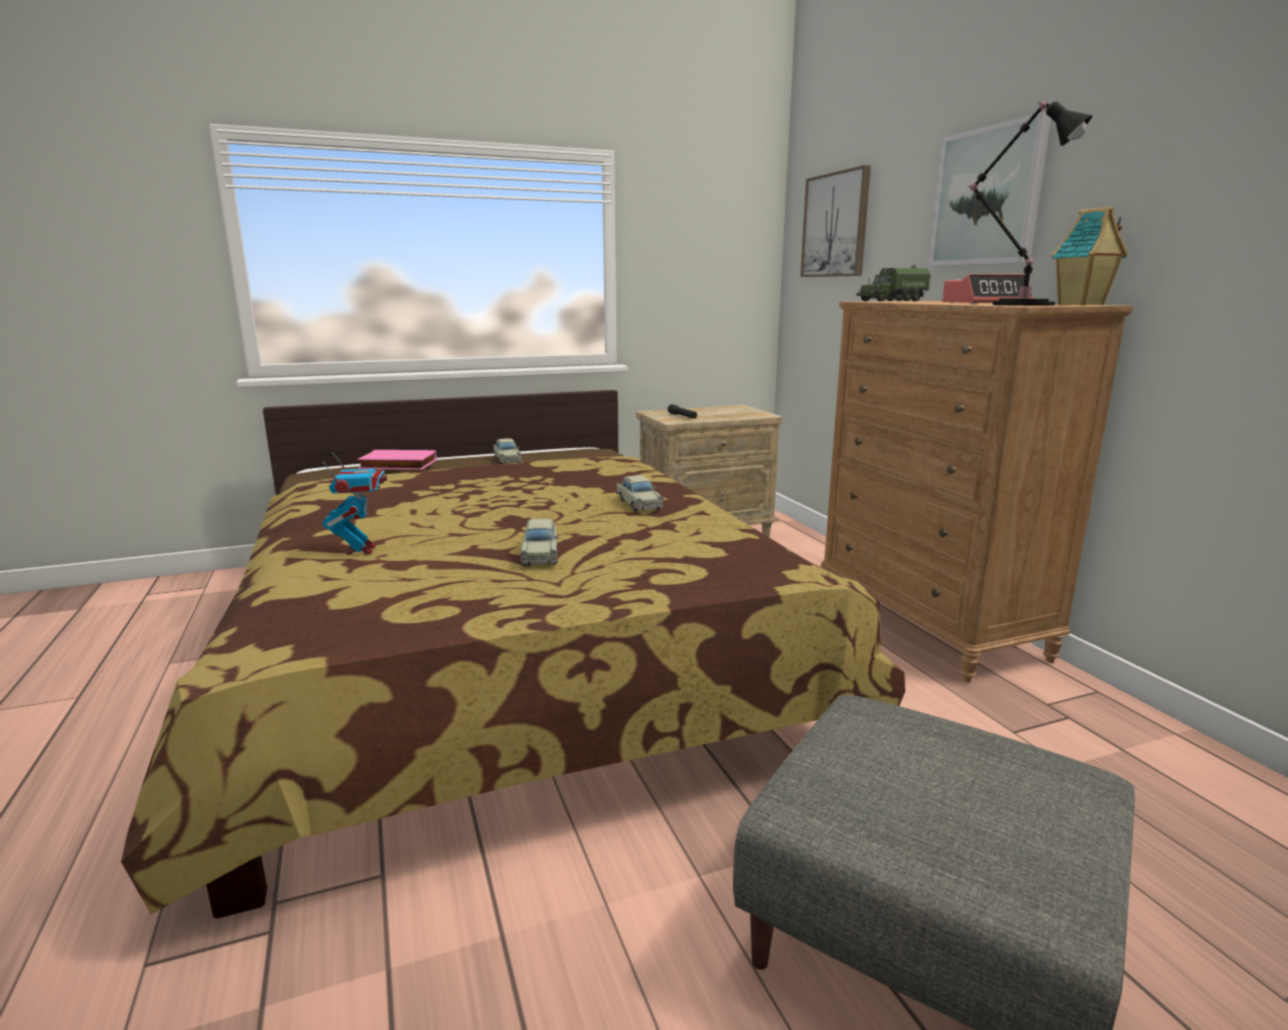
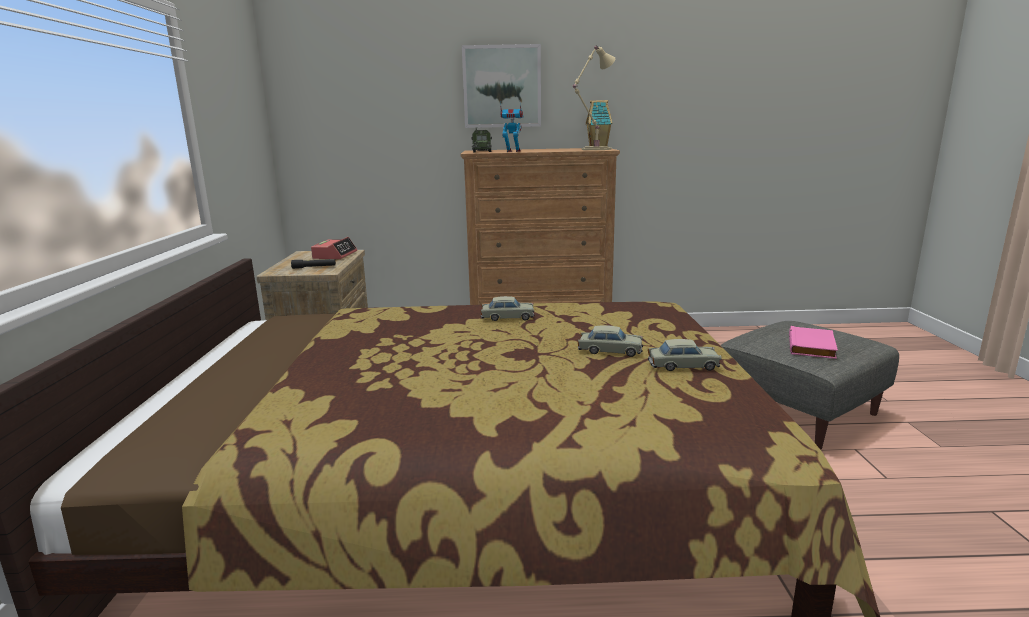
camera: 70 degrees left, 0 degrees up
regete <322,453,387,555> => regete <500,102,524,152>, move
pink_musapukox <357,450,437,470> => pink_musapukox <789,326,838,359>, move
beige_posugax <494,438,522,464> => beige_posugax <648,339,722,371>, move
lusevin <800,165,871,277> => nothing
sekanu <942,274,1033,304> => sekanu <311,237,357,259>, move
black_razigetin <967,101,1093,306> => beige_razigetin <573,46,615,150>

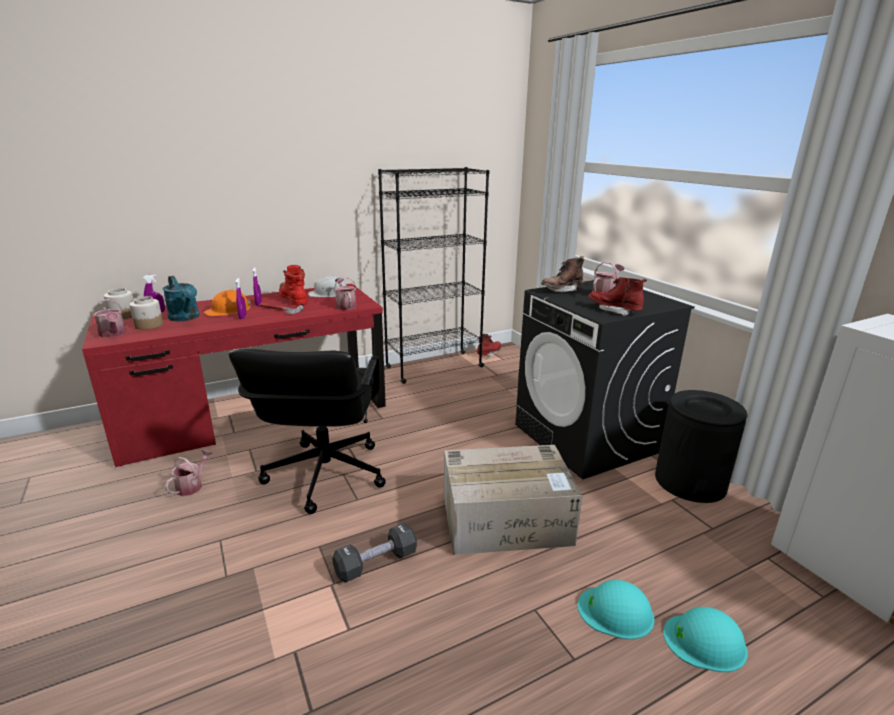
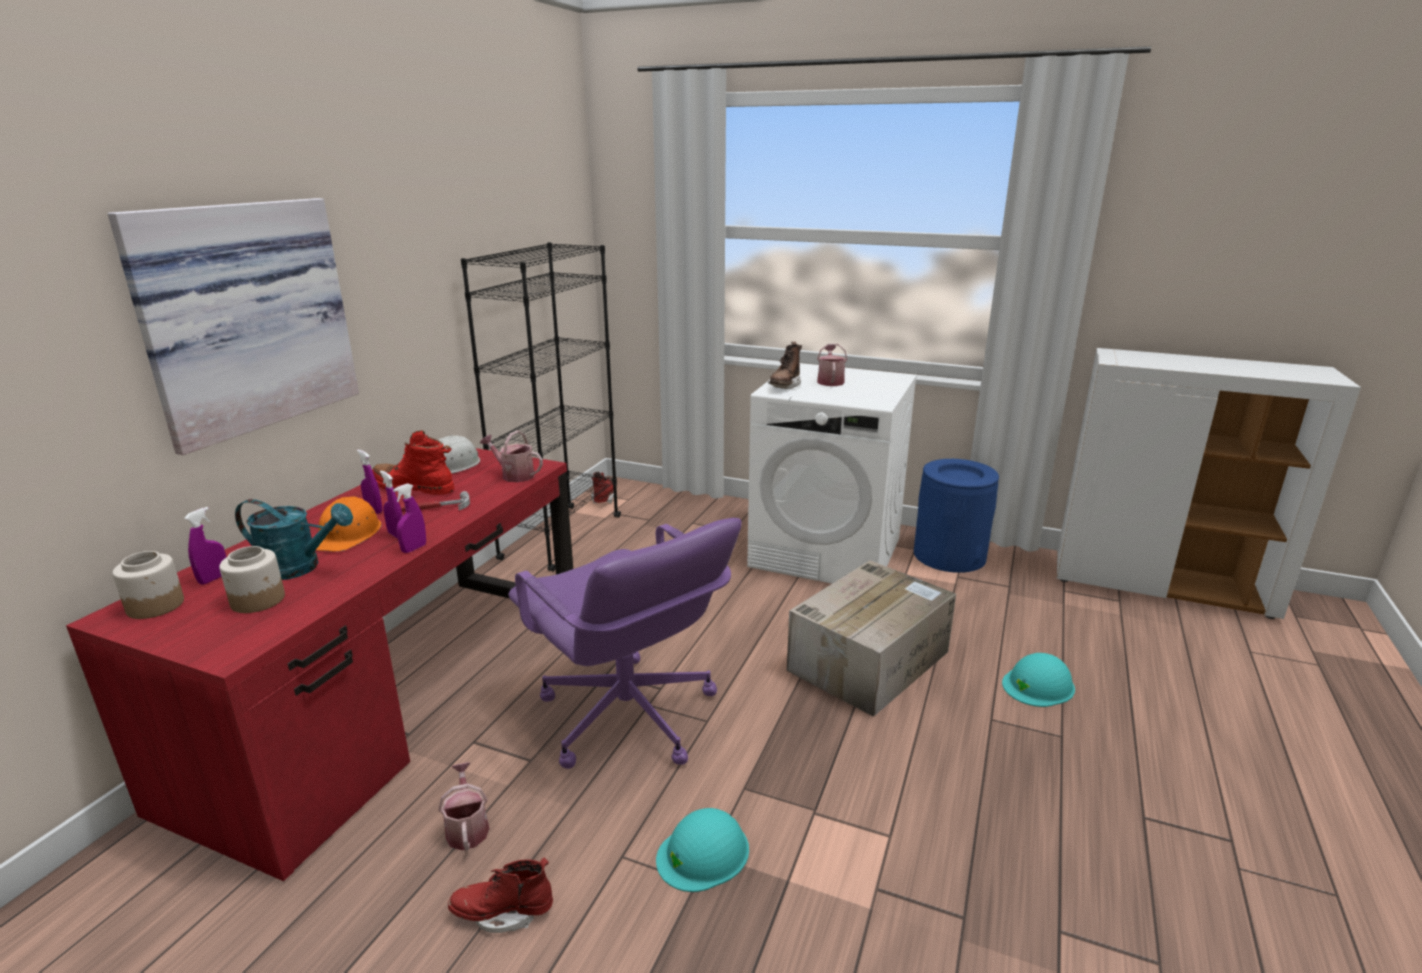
camera: 40 degrees left, 0 degrees up
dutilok <92,299,126,337> => nothing
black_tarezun <229,349,386,514> => purple_tarezun <508,518,742,769>
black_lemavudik <332,523,417,582> => nothing
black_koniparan <515,280,695,479> => white_koniparan <747,363,917,584>
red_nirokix <588,277,647,316> => red_nirokix <448,857,553,933>, move
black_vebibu <655,390,748,503> => blue_vebibu <914,459,999,573>
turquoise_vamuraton <663,607,748,672> => turquoise_vamuraton <656,808,749,892>, move
nothing => lusevin <108,198,359,455>
nothing => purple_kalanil <393,483,426,553>

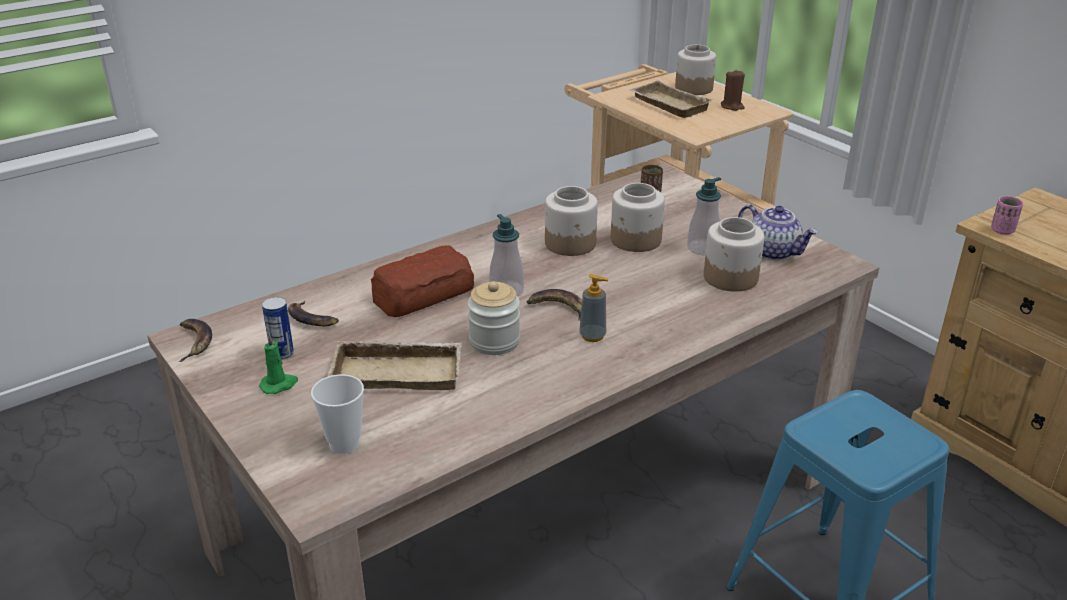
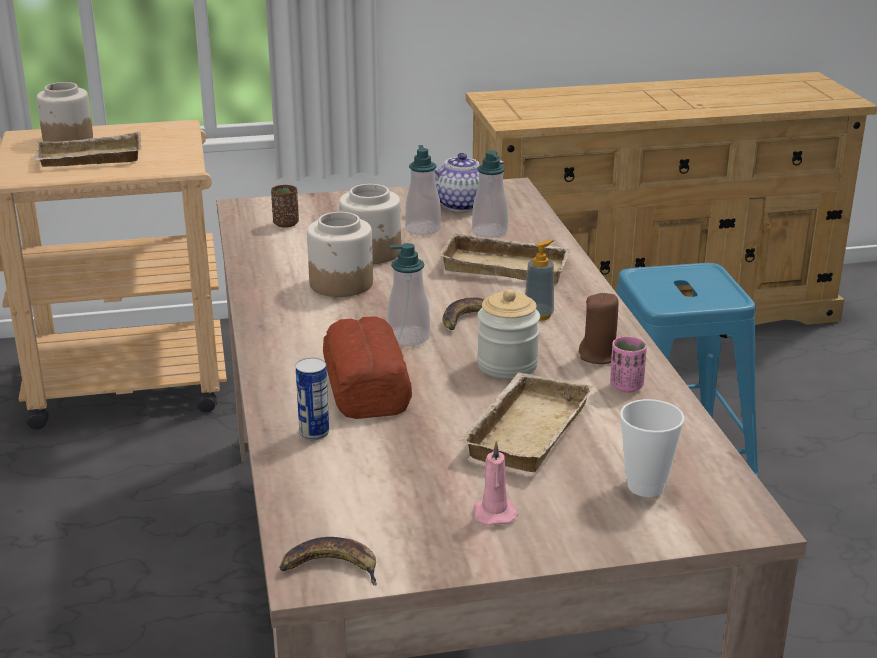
camera: 65 degrees left, 5 degrees down
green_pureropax <259,334,298,394> => pink_pureropax <473,441,518,526>
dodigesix <262,297,294,360> => dodigesix <295,358,329,440>, move
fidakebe <288,300,339,326> => nothing
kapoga <704,217,764,292> => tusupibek <472,151,508,238>
brown_pureropax <721,69,745,111> => brown_pureropax <579,293,619,364>, move
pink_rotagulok <991,196,1023,235> => pink_rotagulok <610,336,647,393>, move
nothing => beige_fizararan <438,233,572,284>

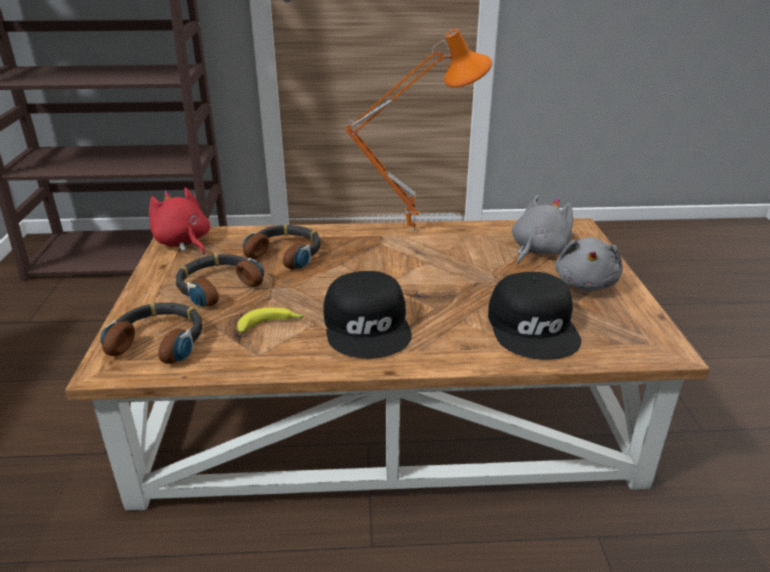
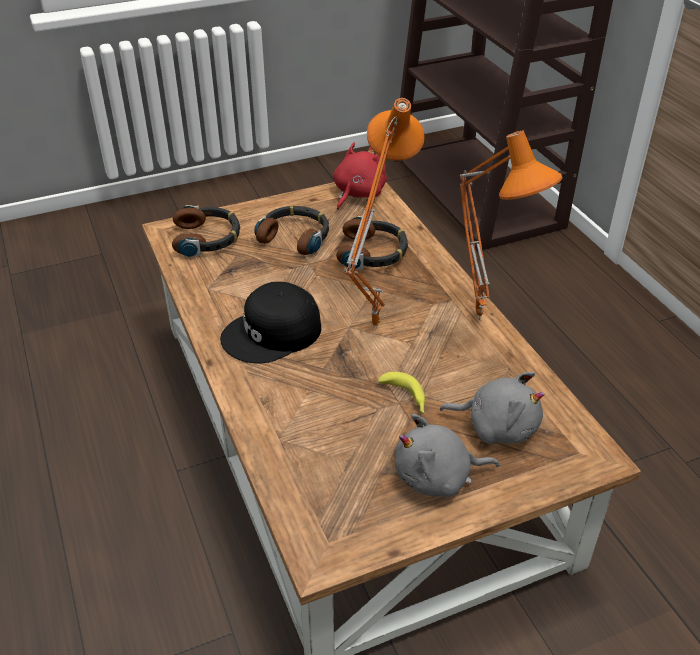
camera: 70 degrees right, 10 degrees up
fidakebe <237,308,304,333> => fidakebe <378,372,425,414>, move
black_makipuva <488,272,581,360> => nothing
nothing => orange_razigetin <344,98,425,331>

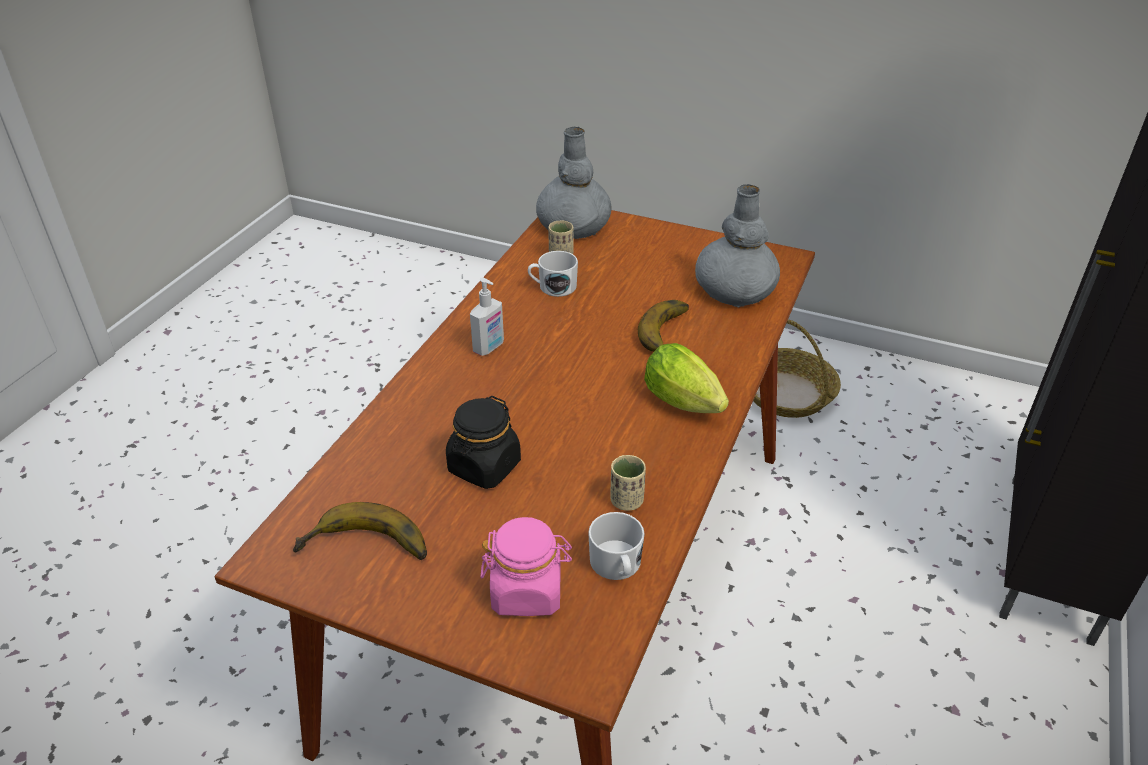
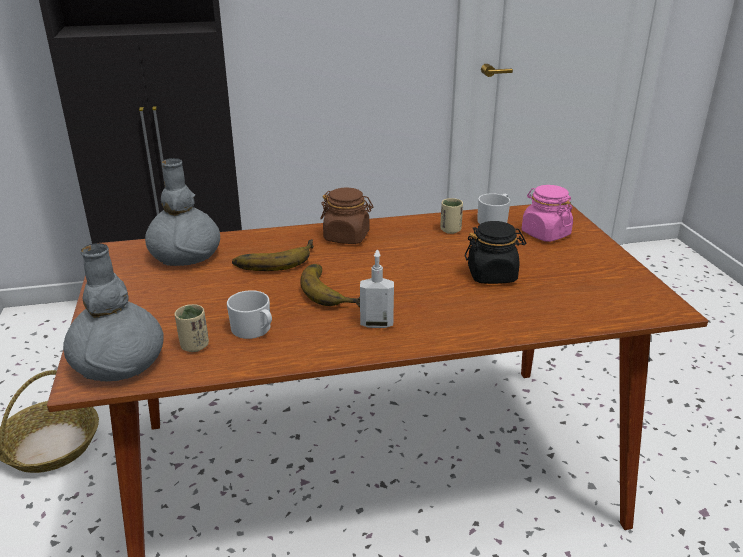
camera: 125 degrees left, 10 degrees down
fidakebe <293,502,427,560> => fidakebe <300,264,360,307>, move
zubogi <644,343,729,413> => brown_kapoga <320,188,373,244>

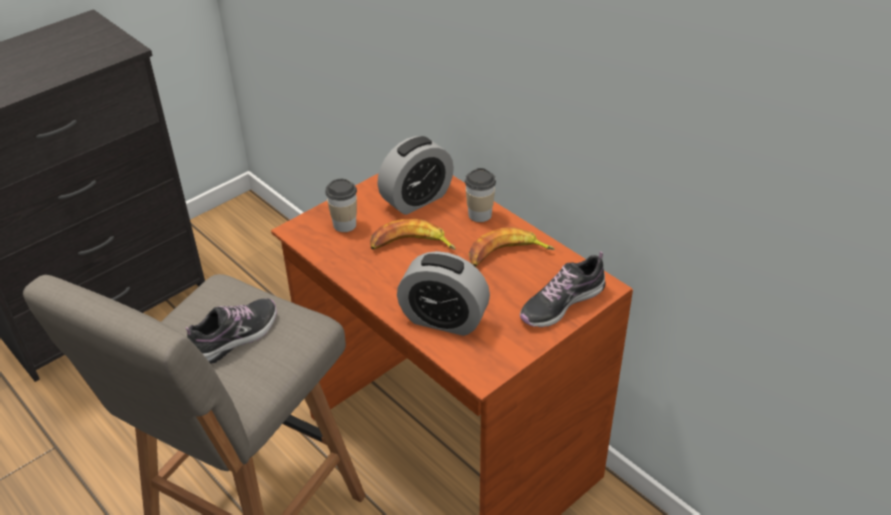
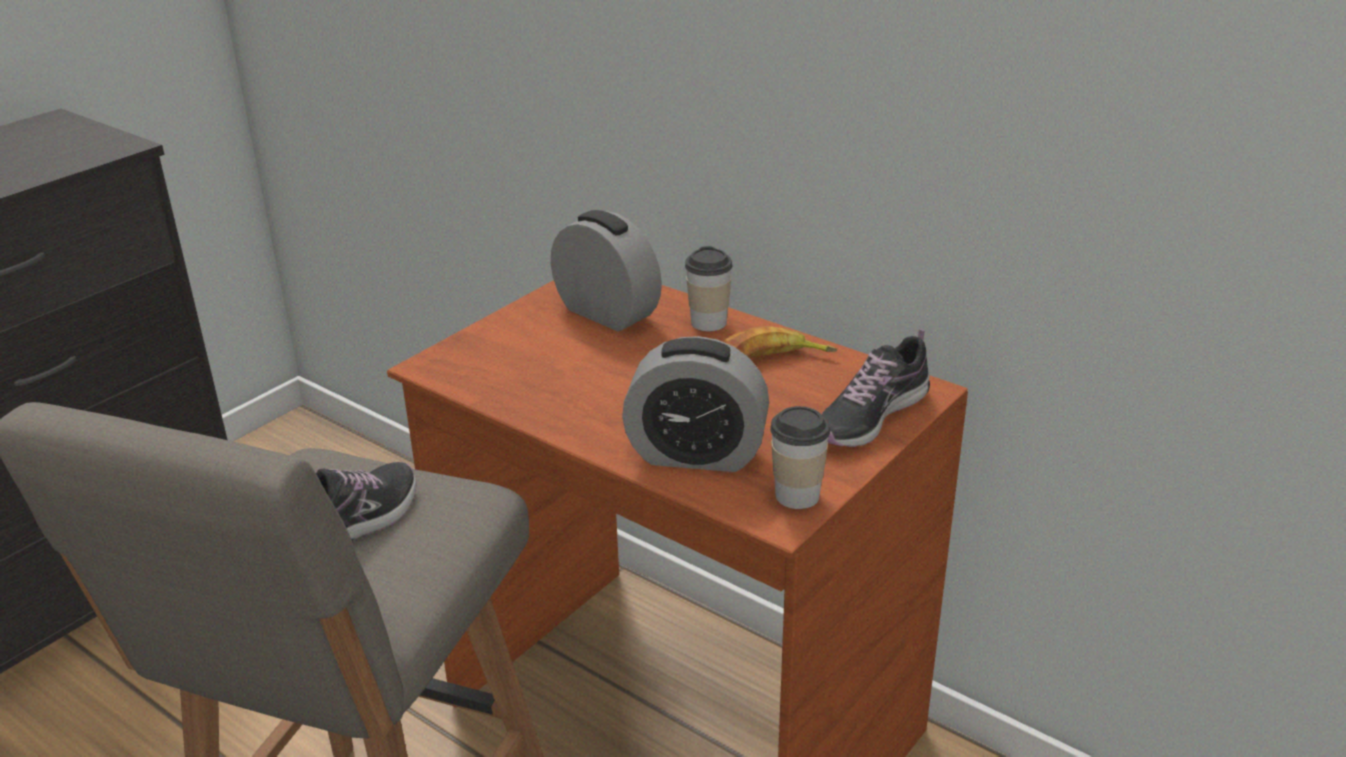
camera: 10 degrees left, 10 degrees down
rotagulok <325,179,357,232> => rotagulok <770,406,830,509>, move
fidakebe <370,219,456,250> => nothing
sekanu <377,136,454,215> => sekanu <551,210,662,331>, 90 degrees counterclockwise

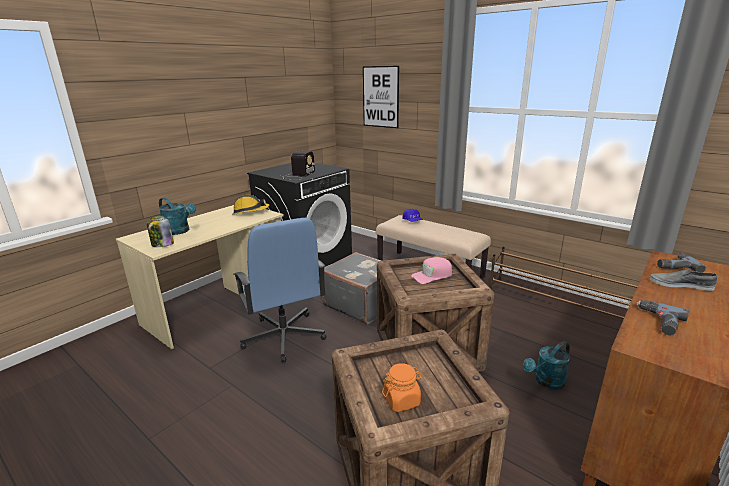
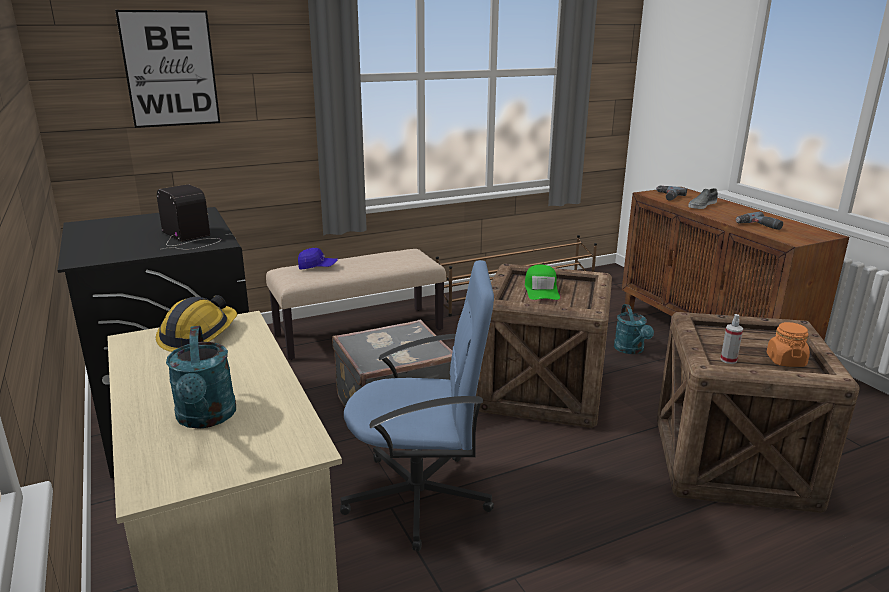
camera: 65 degrees left, 0 degrees up
kapoga <147,216,174,247> => nothing
turquoise_dutilok <159,198,196,235> => turquoise_dutilok <166,326,236,428>, 105 degrees clockwise
pink_makipuva <411,257,452,284> => green_makipuva <525,264,560,300>
nothing => kalanil <720,314,743,364>

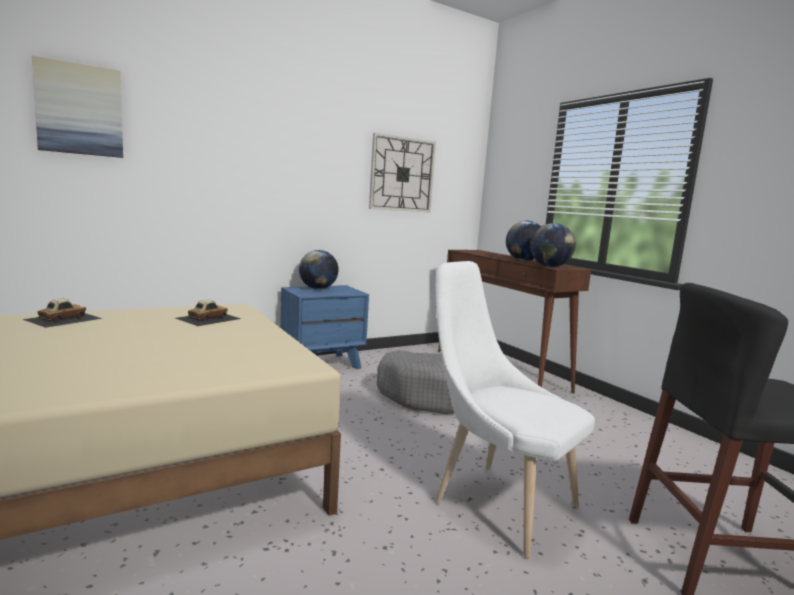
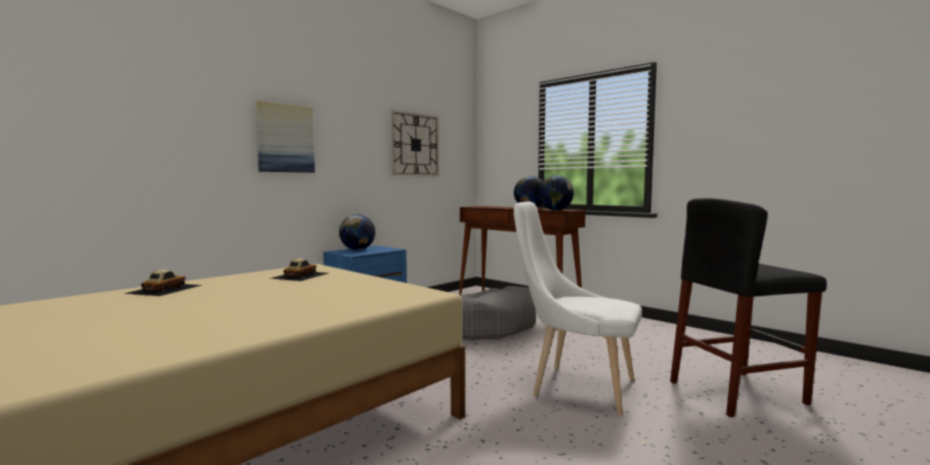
camera: 15 degrees left, 5 degrees down
lusevin <32,56,123,158> => lusevin <256,100,315,173>, move

